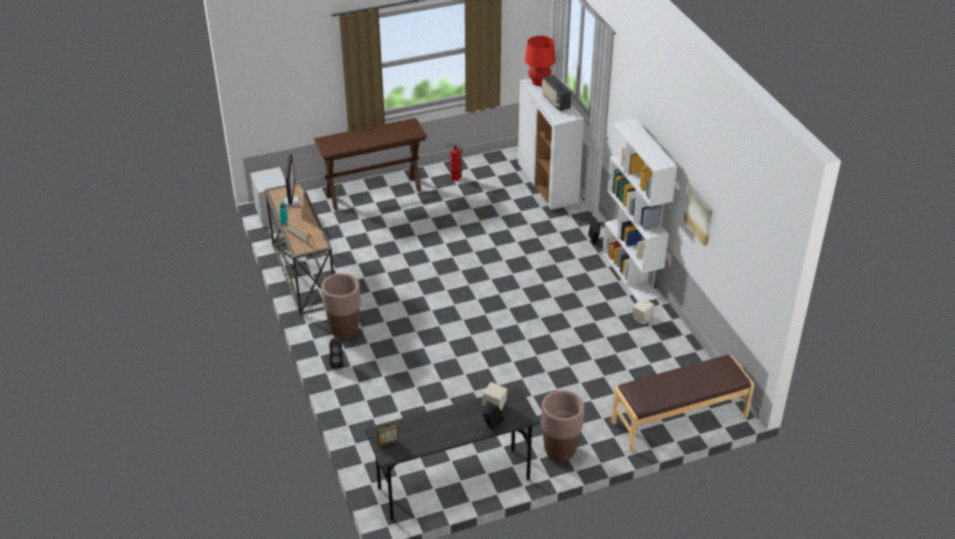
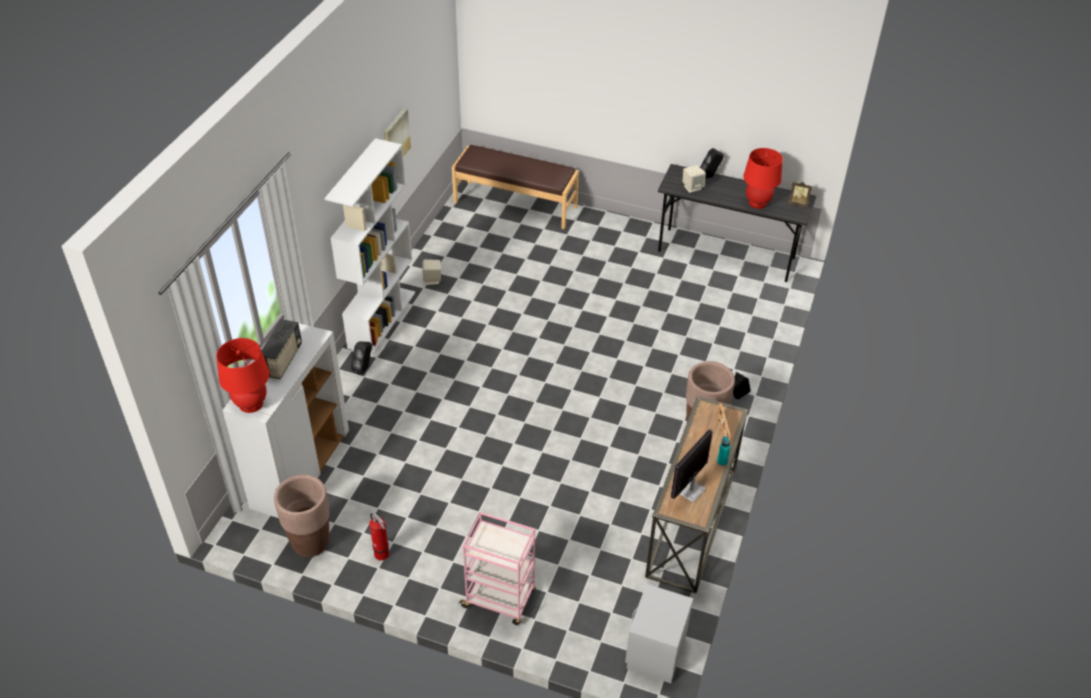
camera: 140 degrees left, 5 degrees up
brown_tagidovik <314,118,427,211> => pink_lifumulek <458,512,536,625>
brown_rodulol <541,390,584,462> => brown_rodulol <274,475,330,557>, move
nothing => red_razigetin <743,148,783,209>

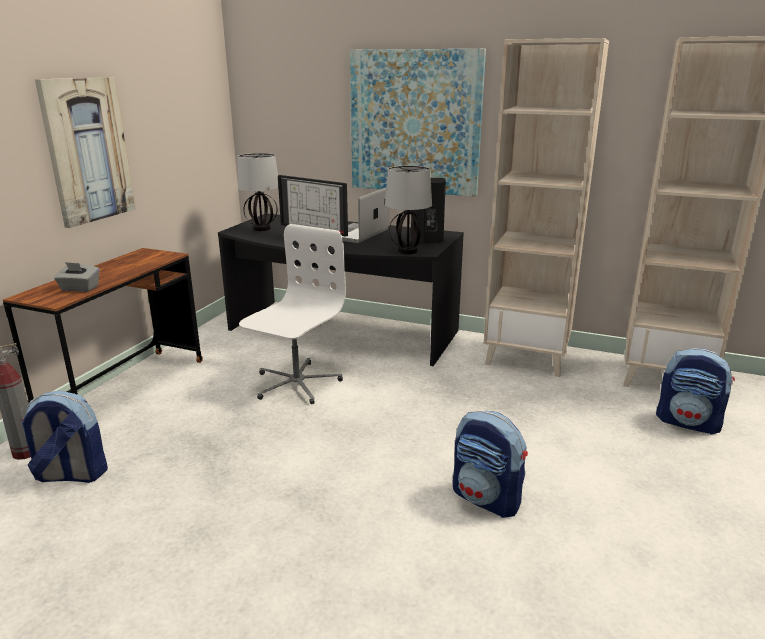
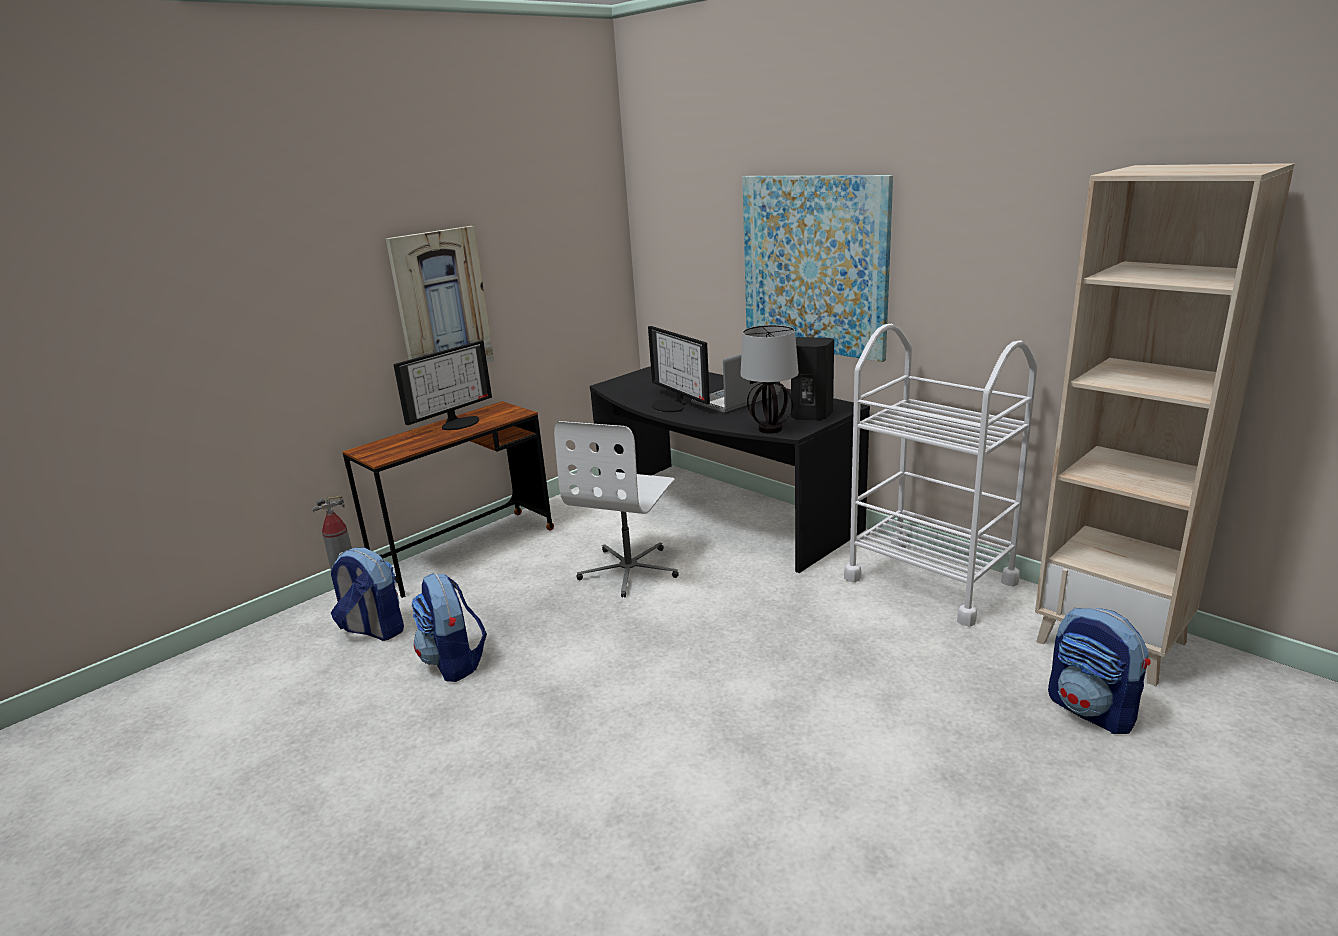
camera: 25 degrees right, 0 degrees up
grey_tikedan <54,262,99,292> => nothing
razigetin <238,153,278,231> => nothing
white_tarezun <239,224,346,404> => white_tarezun <554,421,679,598>, 150 degrees clockwise
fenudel <453,411,528,518> => fenudel <412,573,487,682>, move
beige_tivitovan <484,38,609,377> => white_lifumulek <844,324,1037,627>
nothing => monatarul <394,341,492,430>

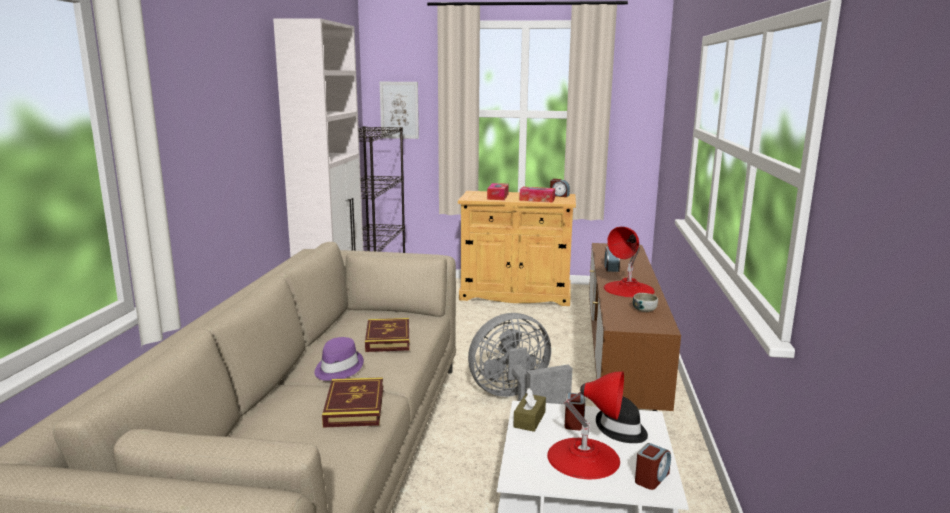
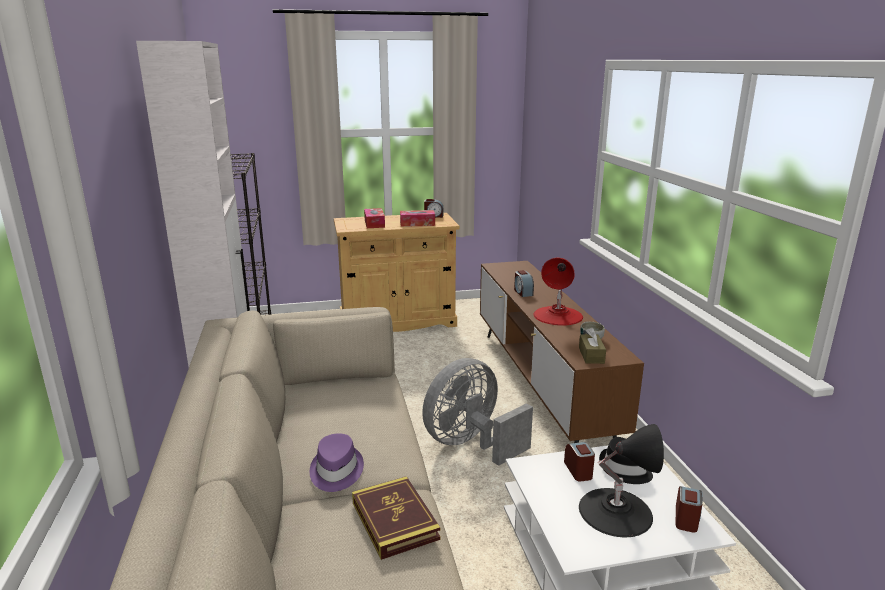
camera: 20 degrees left, 5 degrees up
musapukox <365,318,410,352> => nothing
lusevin <380,82,419,139> => nothing
brown_tikedan <513,388,546,432> => brown_tikedan <579,328,606,364>, move
red_razigetin <547,371,624,479> => black_razigetin <579,424,664,537>

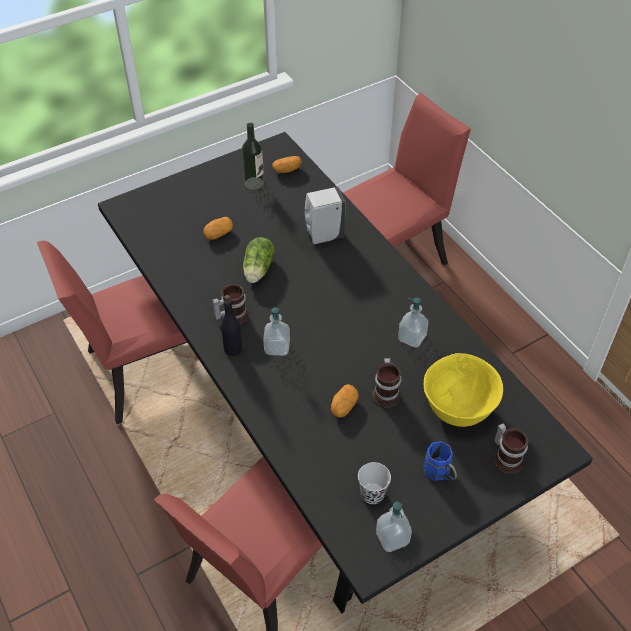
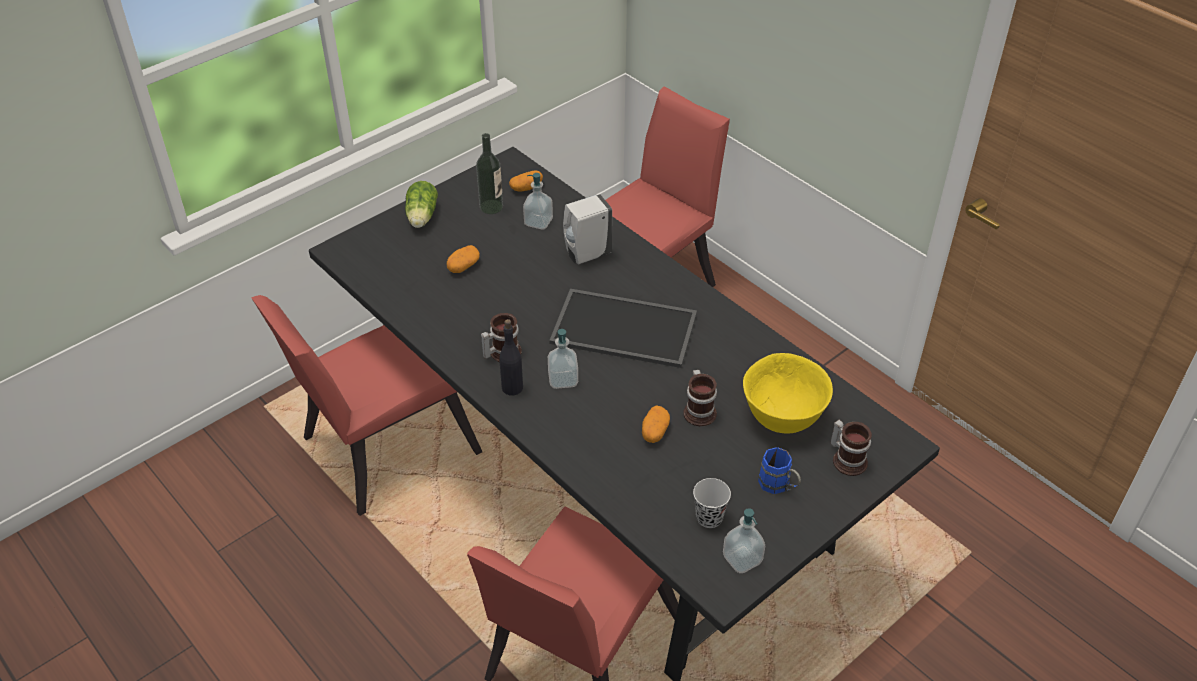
camera: 10 degrees left, 5 degrees down
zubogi <243,237,275,283> => zubogi <405,181,438,228>, move
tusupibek <398,298,428,348> => tusupibek <523,173,553,230>, move
nothing => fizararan <549,289,697,368>

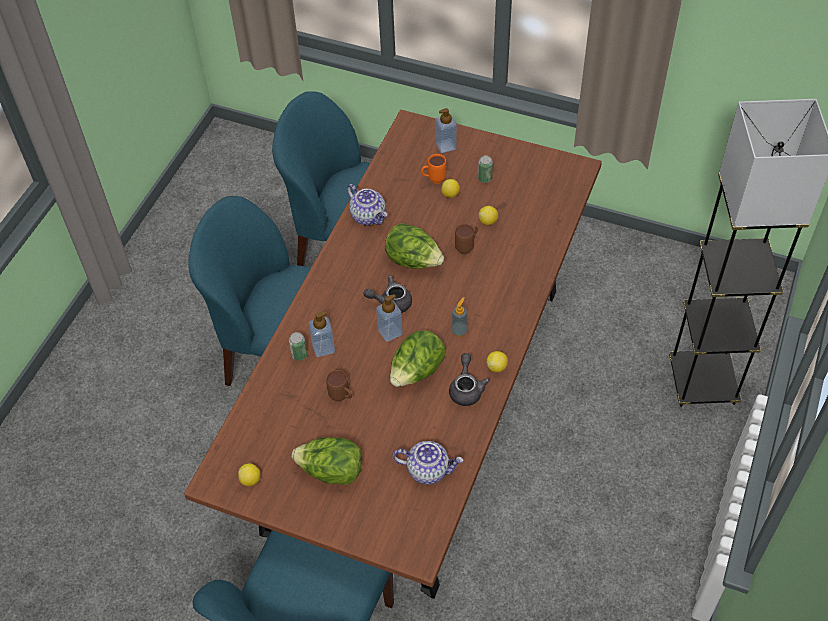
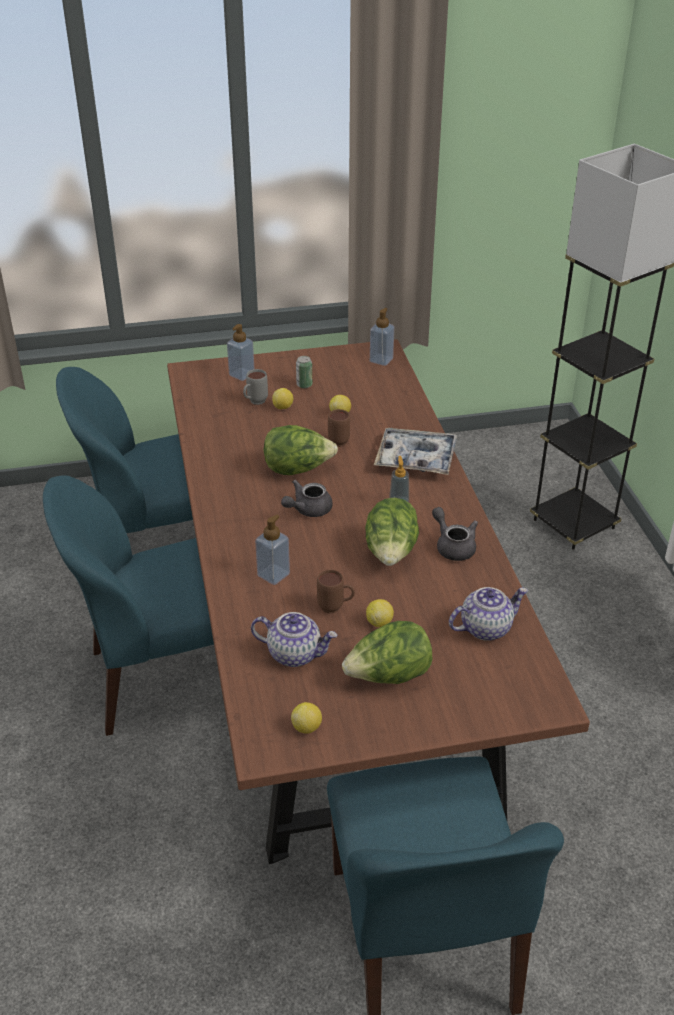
camera: 35 degrees left, 15 degrees down
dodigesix <289,332,307,361> => nothing
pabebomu <347,184,387,225> => pabebomu <251,612,337,667>, move
tusupibek <376,294,403,342> => tusupibek <370,308,394,366>, move
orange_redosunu <421,154,446,184> => grey_redosunu <243,369,268,405>
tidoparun <486,351,508,372> => tidoparun <366,599,394,627>, move
nothing => fizararan <374,428,458,475>

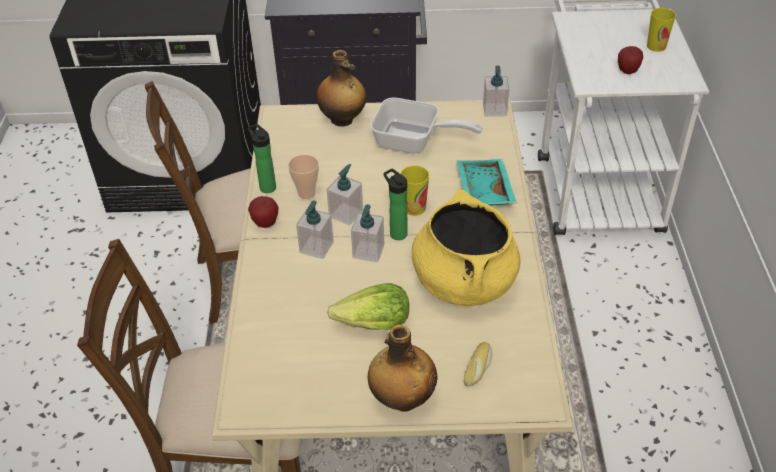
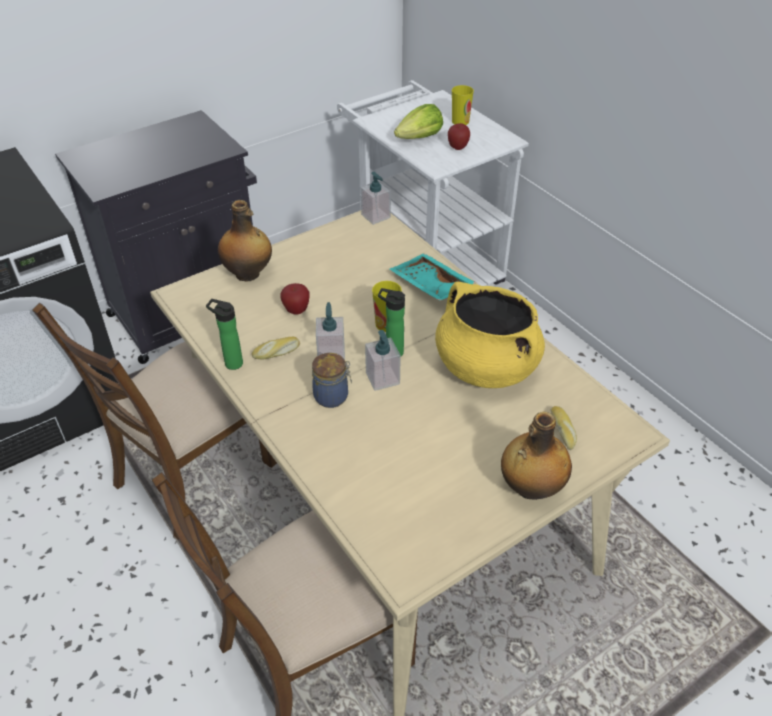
camera: 35 degrees left, 0 degrees up
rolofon <248,196,278,228> => rolofon <280,283,310,315>, move
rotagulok <288,154,319,199> => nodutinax <252,337,300,360>
tusupibek <296,201,334,259> => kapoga <312,353,352,408>
zubogi <327,283,409,330> => zubogi <394,104,443,139>, move
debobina <370,97,483,154> => nothing

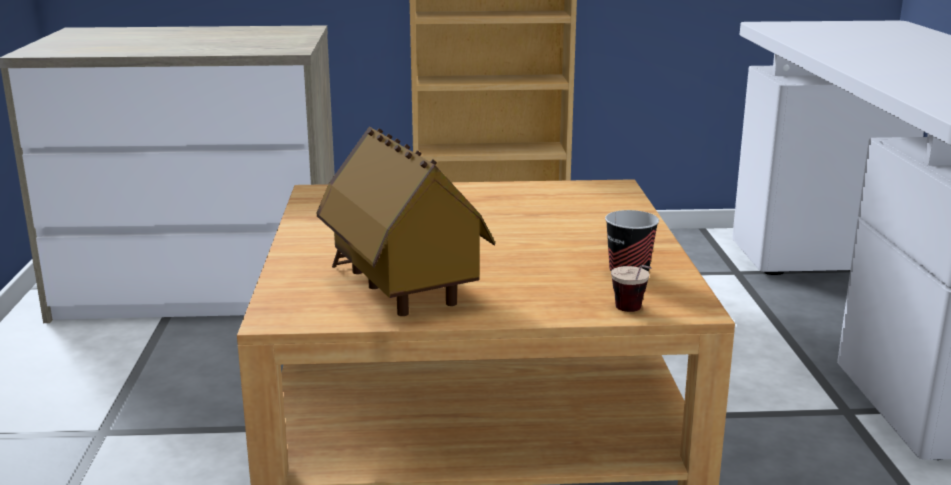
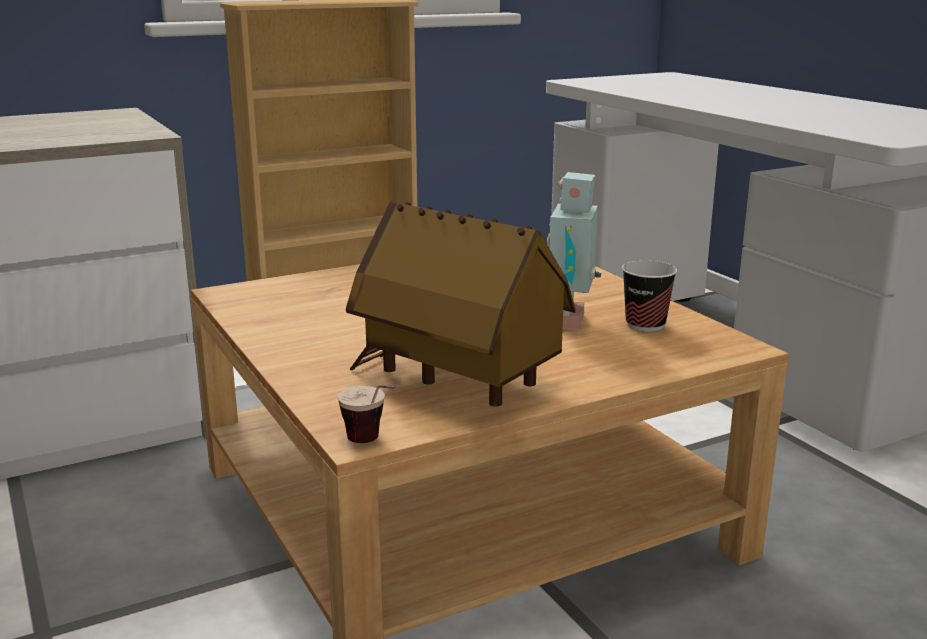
camera: 25 degrees left, 0 degrees up
rotagulok <611,265,652,312> => rotagulok <338,385,396,443>, move
nothing => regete <547,172,601,330>

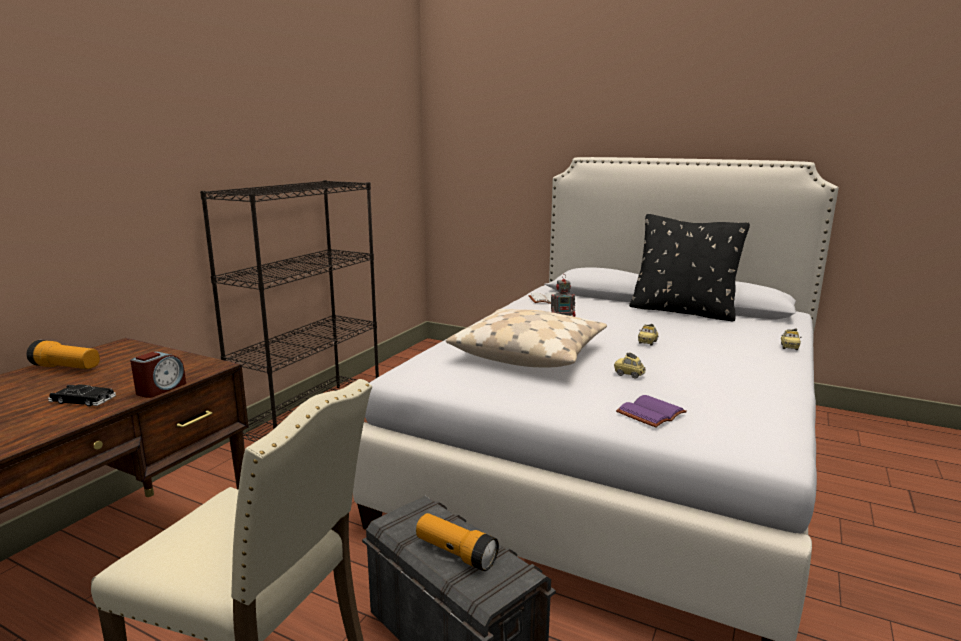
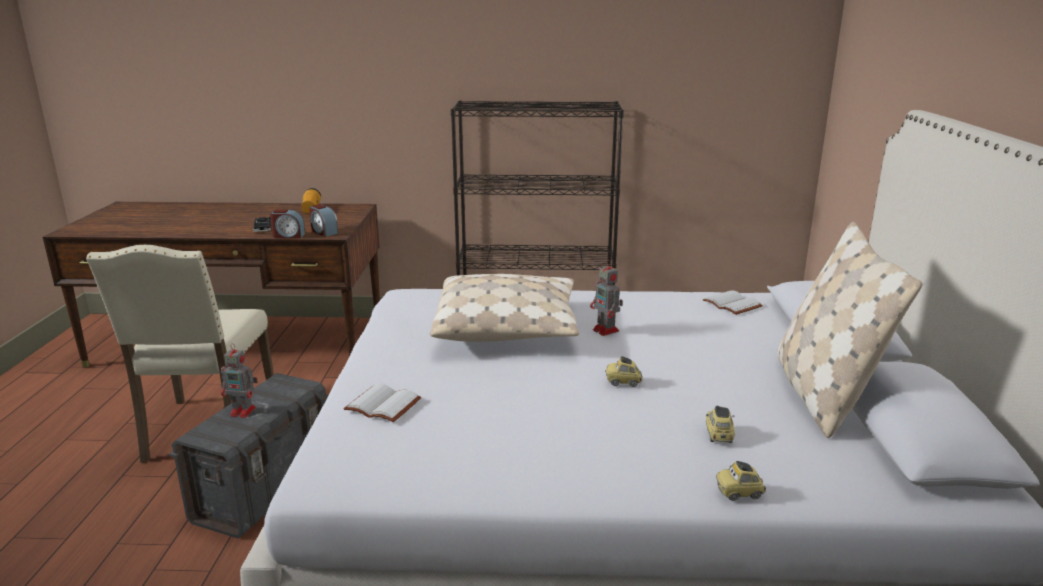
camera: 65 degrees right, 5 degrees up
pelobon <416,513,499,571> => regete <221,343,258,418>
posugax <614,353,646,378> => posugax <706,406,735,443>, move
purple_musapukox <616,395,687,428> => white_musapukox <344,384,421,422>
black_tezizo <629,214,750,321> => beige_tezizo <777,222,923,438>
nothing => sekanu <309,204,339,237>

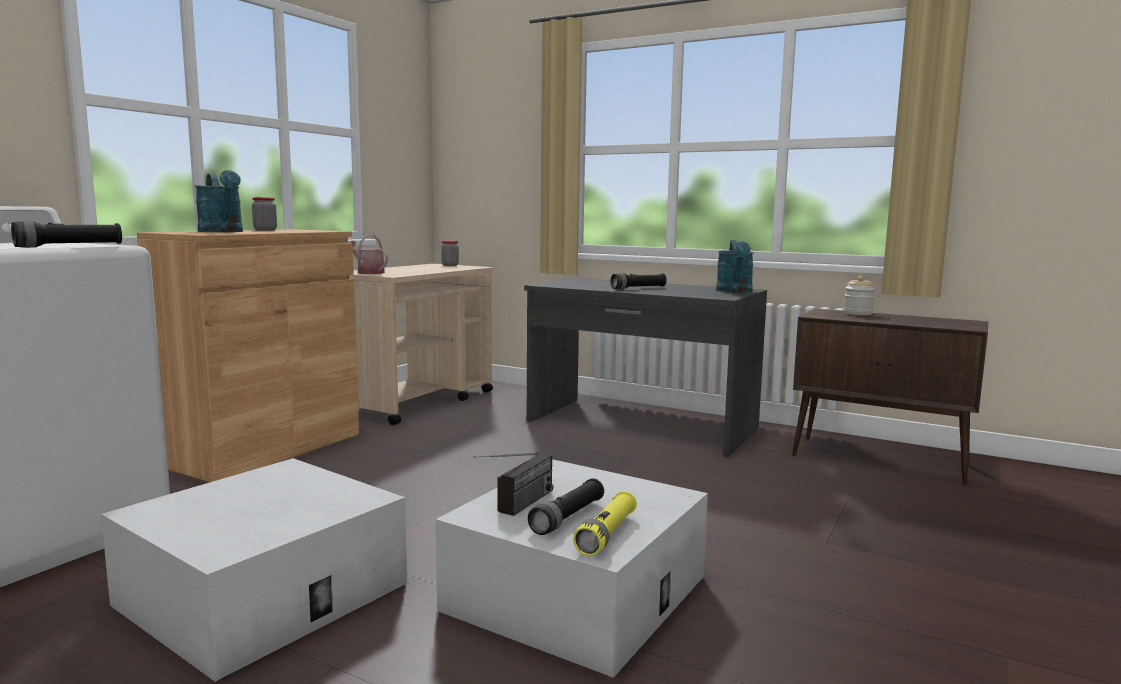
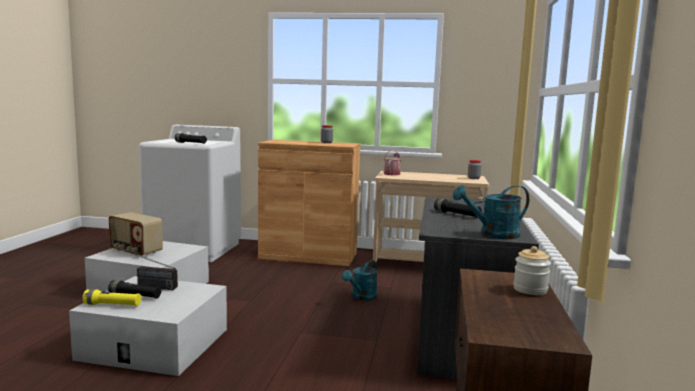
camera: 70 degrees right, 0 degrees up
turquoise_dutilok <195,170,243,232> => turquoise_dutilok <342,260,377,301>, move
nothing => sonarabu <109,212,163,256>

